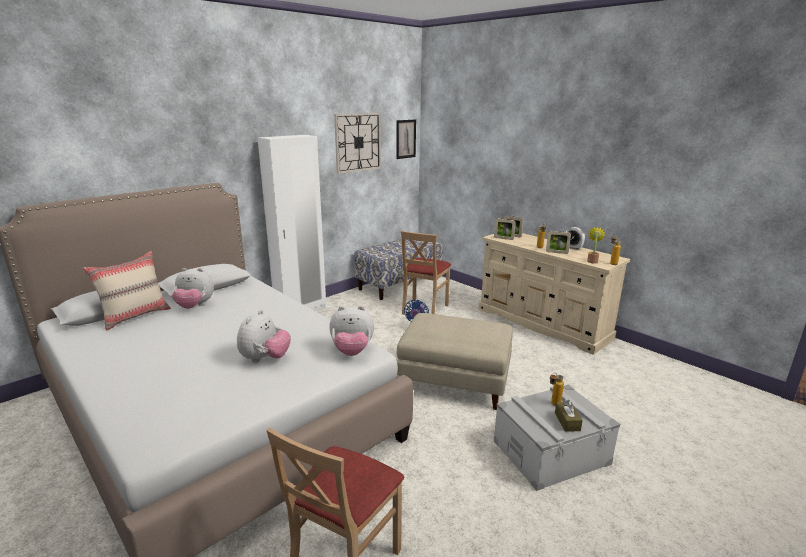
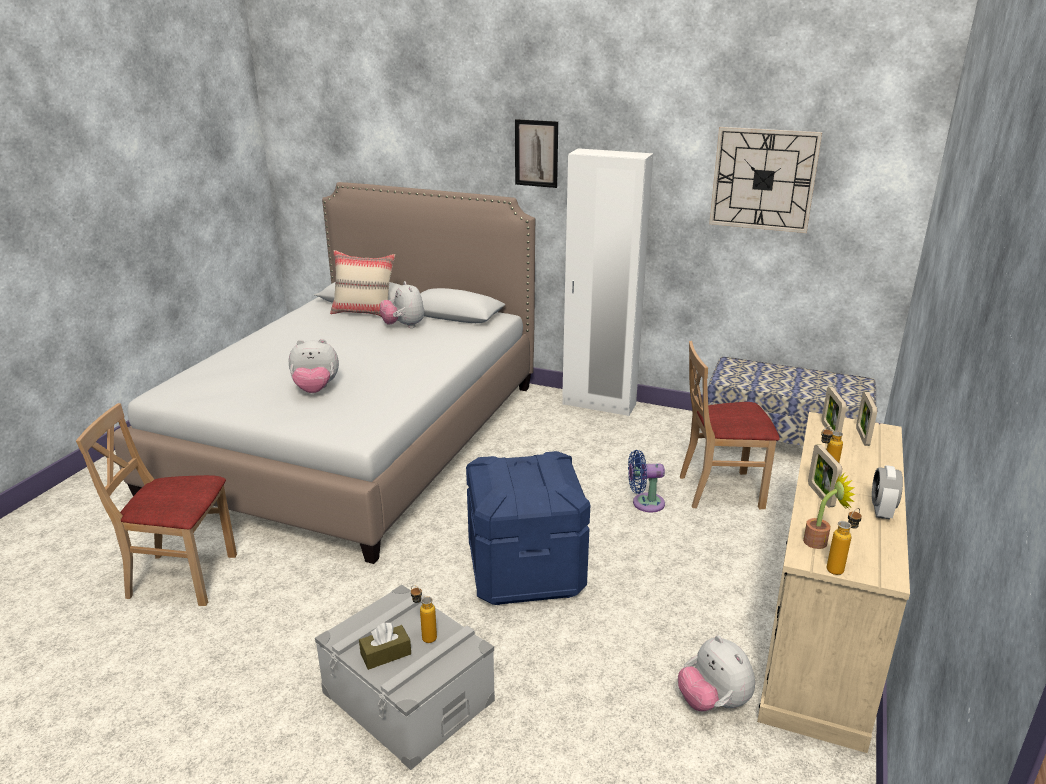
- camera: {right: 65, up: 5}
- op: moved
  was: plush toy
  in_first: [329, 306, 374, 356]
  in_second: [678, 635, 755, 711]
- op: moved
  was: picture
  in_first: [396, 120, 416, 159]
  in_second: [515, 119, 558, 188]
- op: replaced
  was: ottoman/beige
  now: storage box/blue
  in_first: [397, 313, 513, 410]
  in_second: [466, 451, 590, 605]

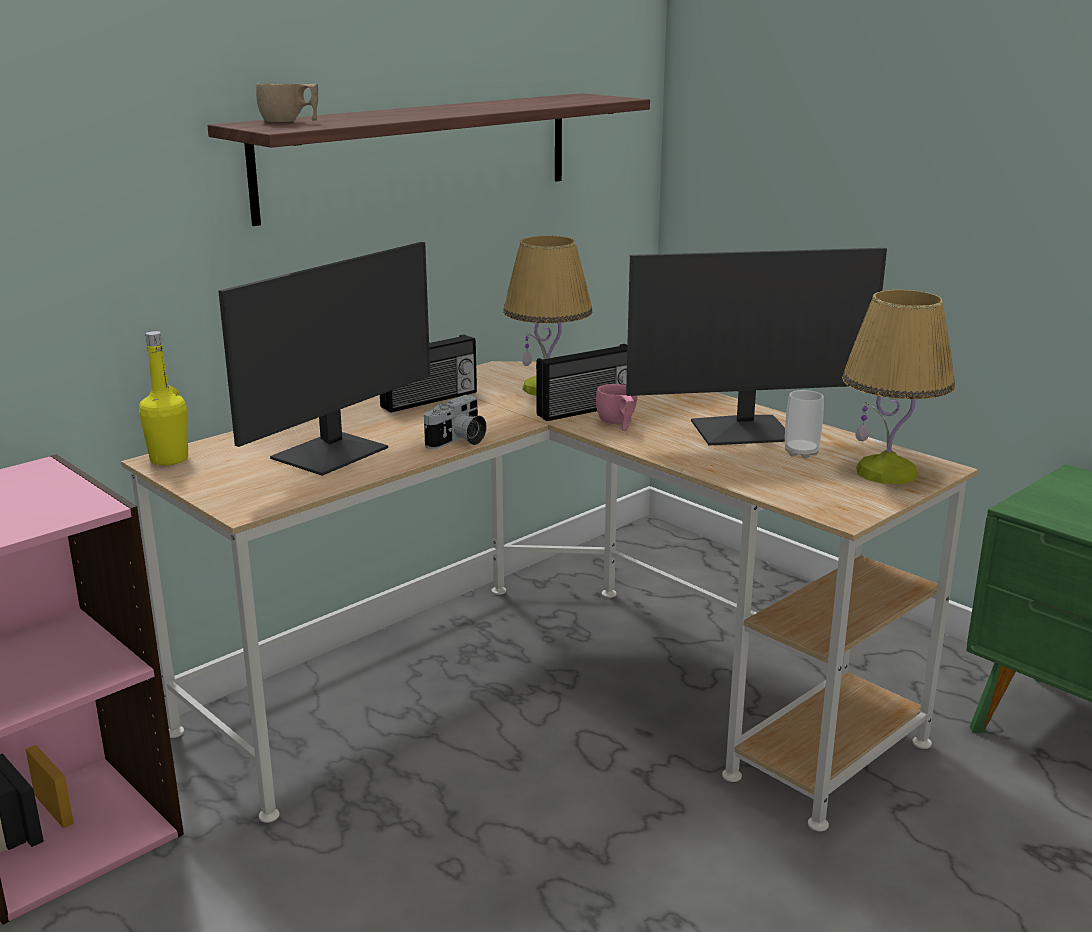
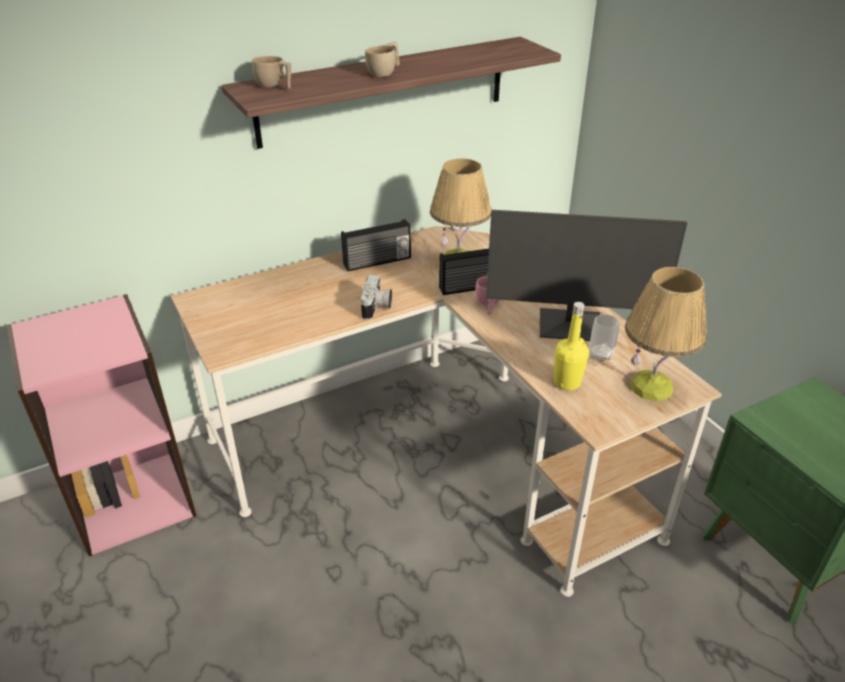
- camera: {right: 15, up: 15}
- op: removed
  was: monitor
  in_first: [218, 242, 430, 476]
- op: added
  now: cup/beige
  in_second: [365, 42, 400, 77]
- op: moved
  was: bottle/yellow
  in_first: [139, 331, 188, 465]
  in_second: [554, 302, 589, 391]
- op: turned
  was: photo camera
  in_first: [424, 395, 487, 449]
  in_second: [361, 274, 392, 320]
  clockwise: -45

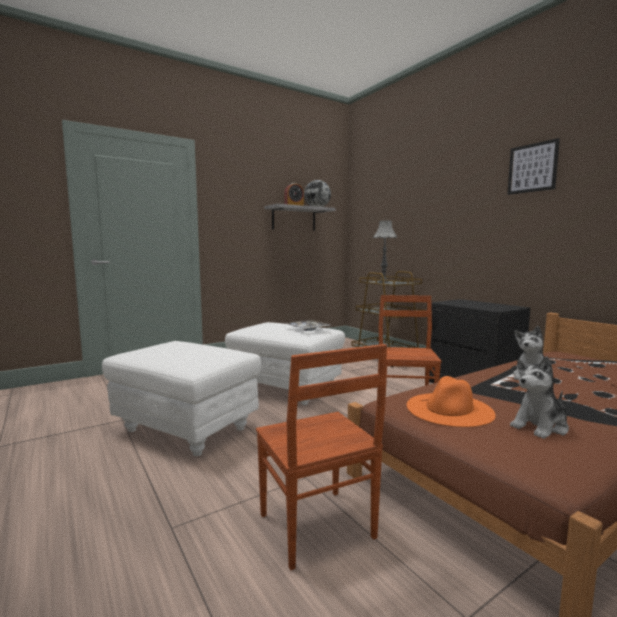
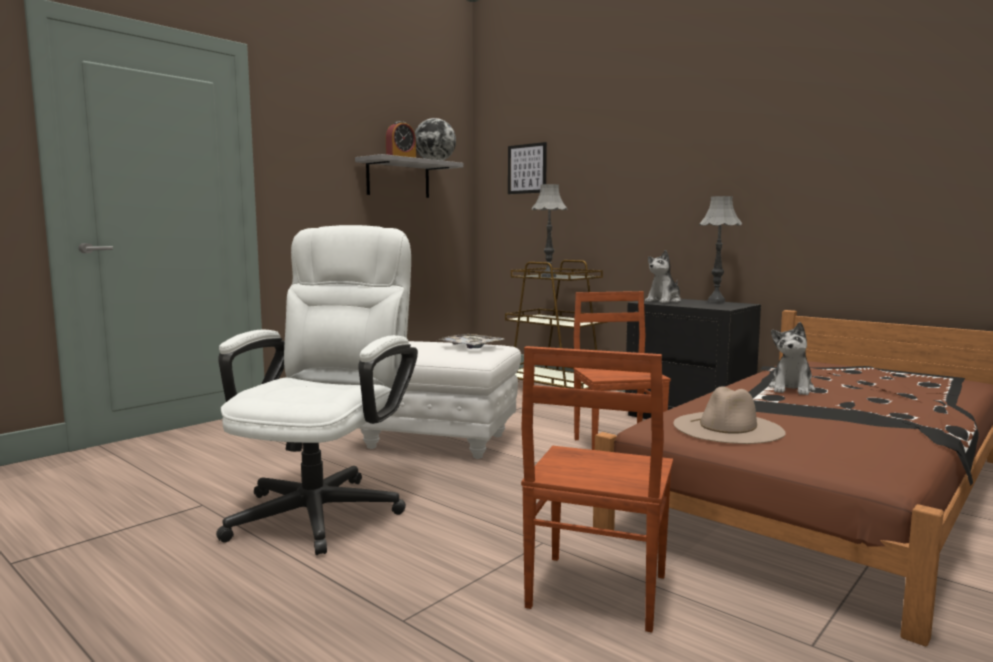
- camera: {right: -15, up: 0}
- op: added
  now: table lamp/grey
  in_second: [699, 196, 742, 303]
- op: moved
  was: picture
  in_first: [507, 138, 560, 195]
  in_second: [508, 142, 547, 194]
- op: moved
  was: plush toy
  in_first: [510, 356, 569, 439]
  in_second: [645, 250, 681, 303]
- op: replaced
  was: ottoman/white
  now: office chair/white
  in_first: [102, 341, 261, 456]
  in_second: [216, 225, 418, 555]
- op: recoloured
  was: hat/orange
  now: hat/beige
  in_first: [407, 376, 495, 427]
  in_second: [673, 386, 786, 444]
- op: turned
  was: chair/brown
  in_first: [256, 344, 387, 570]
  in_second: [521, 346, 673, 633]
  clockwise: 60

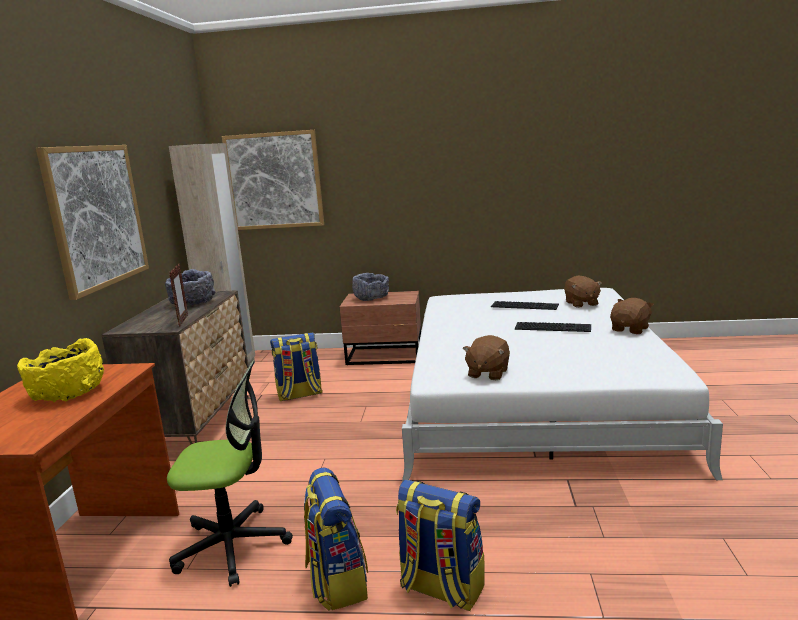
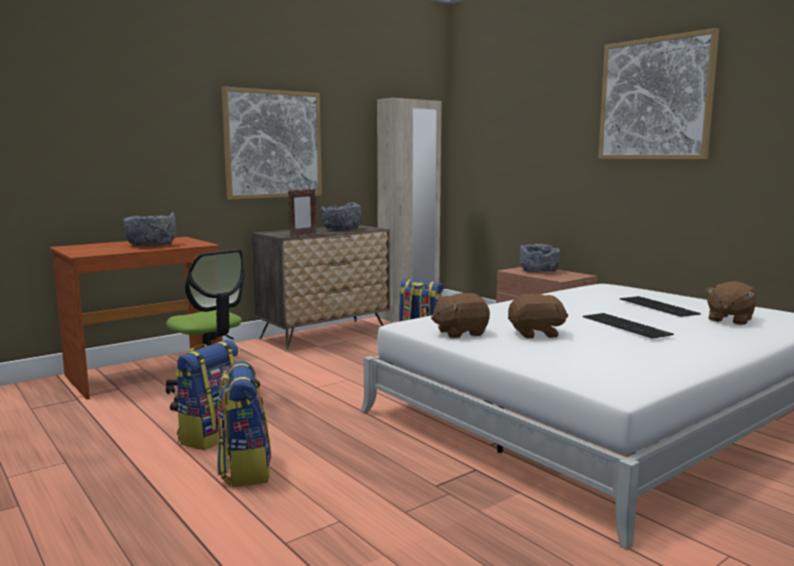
- camera: {right: 45, up: -5}
- op: moved
  was: picture
  in_first: [222, 130, 324, 230]
  in_second: [598, 28, 719, 159]
- op: moved
  was: plush toy/brown
  in_first: [610, 298, 654, 334]
  in_second: [508, 294, 568, 338]
- op: recoloured
  was: bowl/yellow
  now: bowl/grey
  in_first: [17, 338, 104, 402]
  in_second: [123, 212, 176, 246]

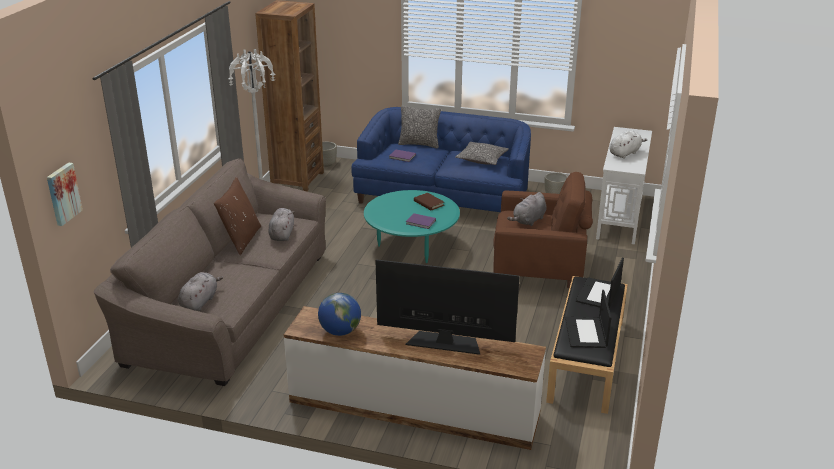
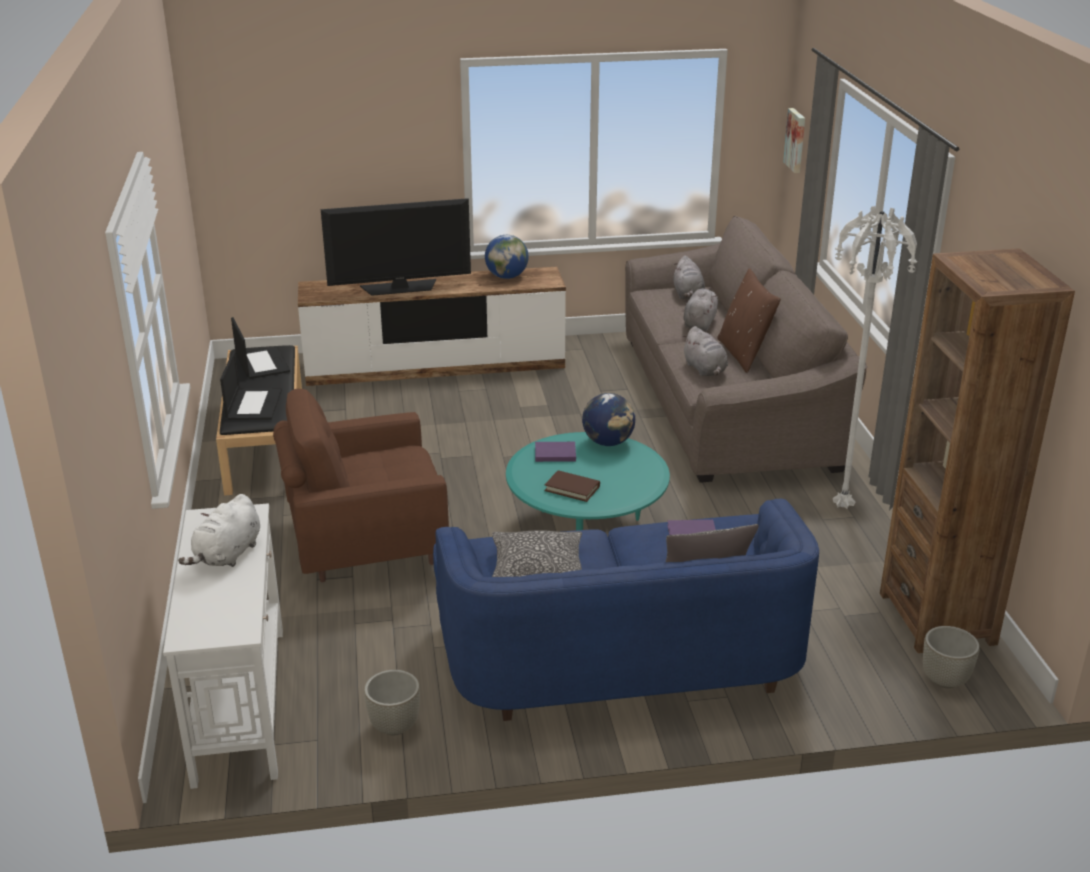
- camera: {right: 155, up: 0}
- op: added
  now: globe
  in_second: [582, 393, 635, 446]
- op: moved
  was: plush toy/grey
  in_first: [507, 192, 546, 226]
  in_second: [683, 289, 718, 331]

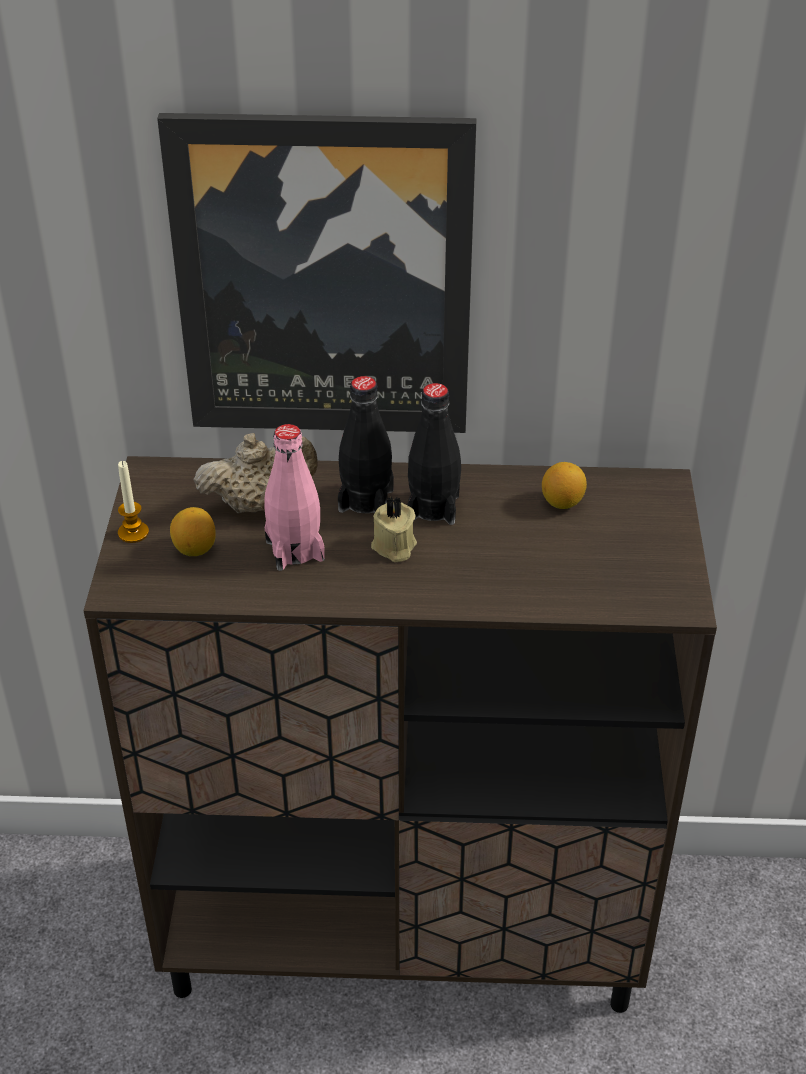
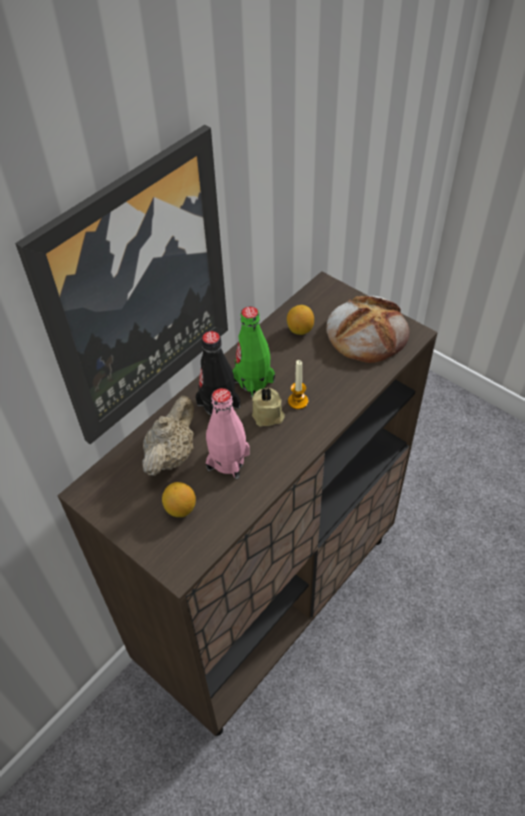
- camera: {right: -50, up: 10}
- op: added
  now: bread
  in_second: [326, 296, 409, 363]
- op: moved
  was: candle
  in_first: [118, 461, 149, 543]
  in_second: [288, 360, 308, 409]
- op: recoloured
  was: bottle/black
  now: bottle/green
  in_first: [407, 383, 461, 525]
  in_second: [233, 306, 275, 398]

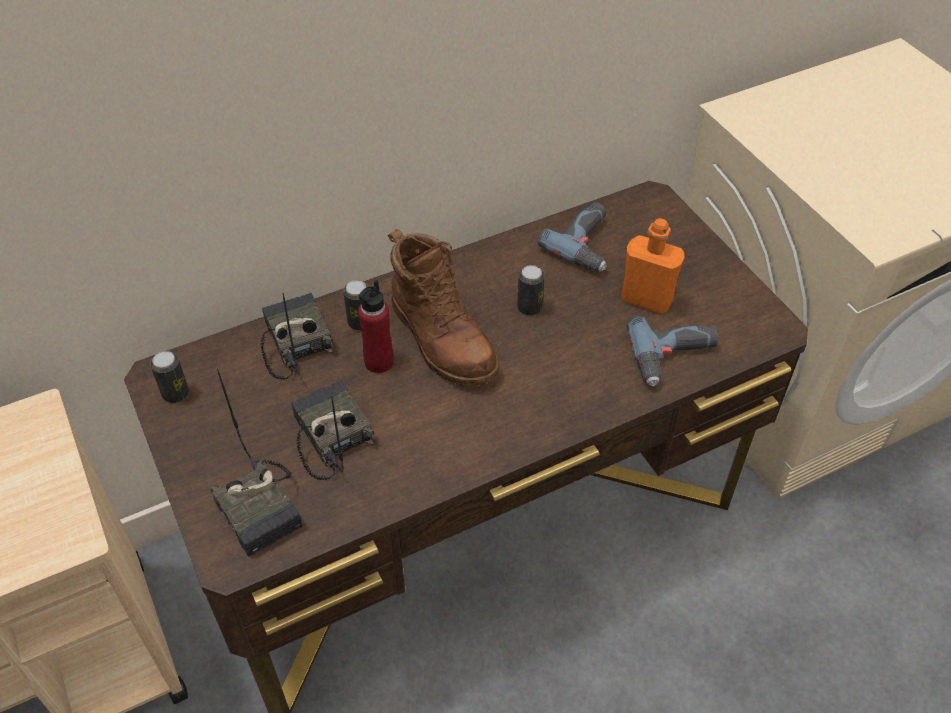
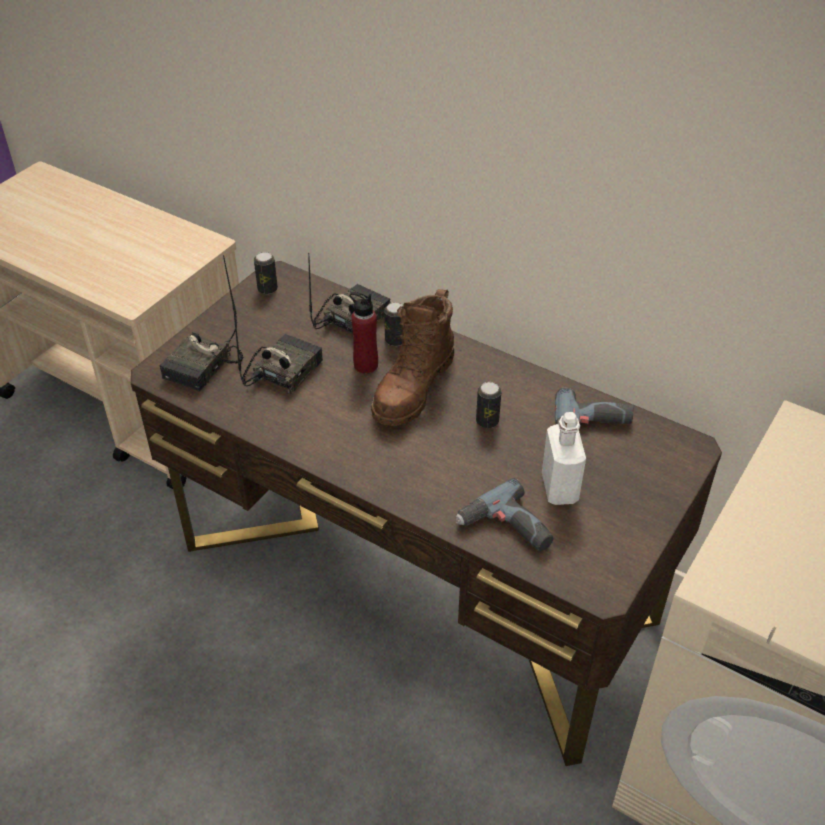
- camera: {right: 60, up: -5}
- op: recoloured
  was: bottle/orange
  now: bottle/white
  in_first: [621, 218, 685, 314]
  in_second: [542, 412, 586, 505]

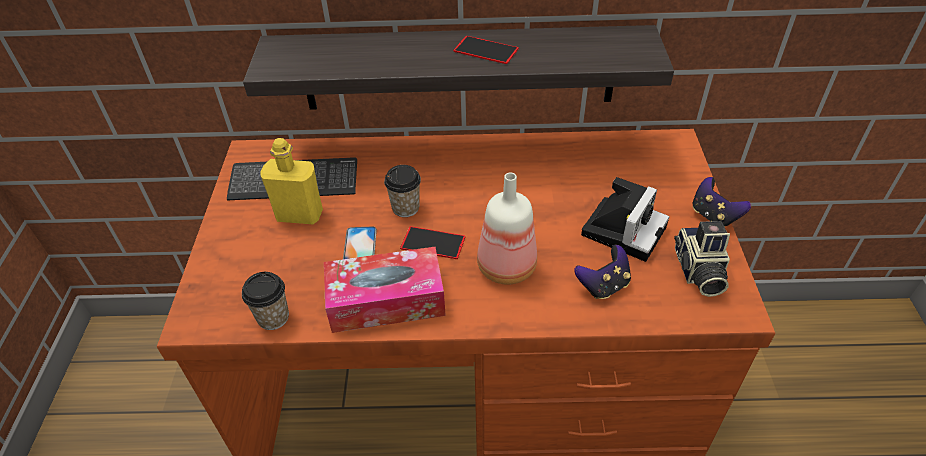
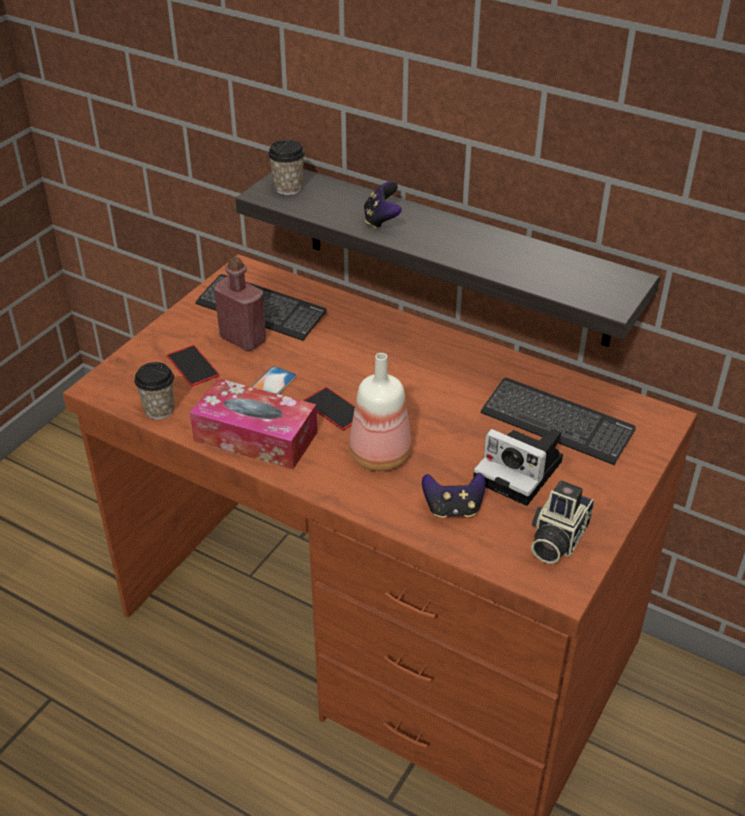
- camera: {right: 30, up: -5}
- op: added
  now: keyboard
  in_second: [480, 378, 636, 465]
- op: moved
  was: cup
  in_first: [384, 165, 421, 217]
  in_second: [268, 139, 305, 195]
- op: moved
  was: phone
  in_first: [453, 36, 519, 64]
  in_second: [167, 345, 220, 386]
- op: moved
  was: game controller
  in_first: [693, 177, 751, 227]
  in_second: [364, 181, 402, 229]
- op: recoloured
  was: bottle/yellow
  now: bottle/red
  in_first: [260, 138, 323, 224]
  in_second: [214, 257, 266, 351]
- op: turned
  was: photo camera
  in_first: [581, 177, 669, 262]
  in_second: [473, 429, 563, 506]
  clockwise: 60

